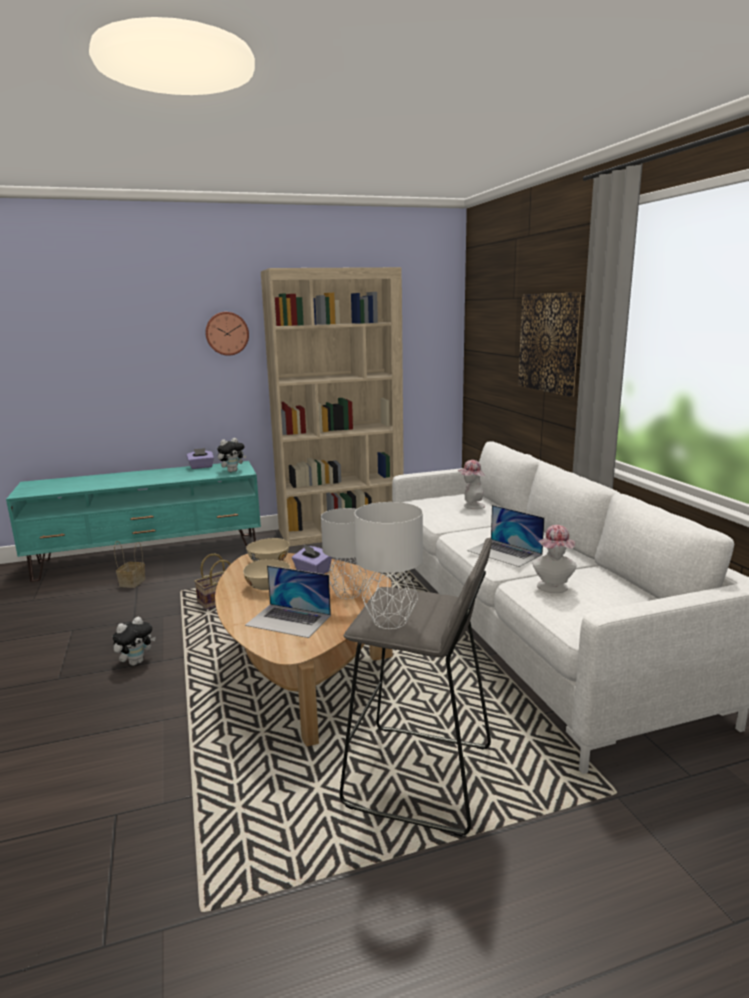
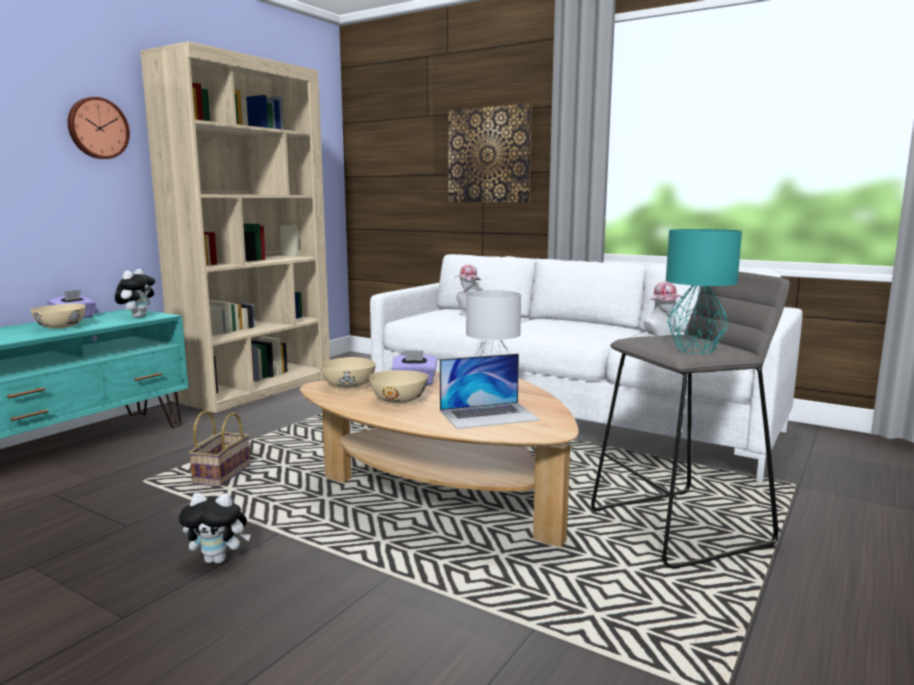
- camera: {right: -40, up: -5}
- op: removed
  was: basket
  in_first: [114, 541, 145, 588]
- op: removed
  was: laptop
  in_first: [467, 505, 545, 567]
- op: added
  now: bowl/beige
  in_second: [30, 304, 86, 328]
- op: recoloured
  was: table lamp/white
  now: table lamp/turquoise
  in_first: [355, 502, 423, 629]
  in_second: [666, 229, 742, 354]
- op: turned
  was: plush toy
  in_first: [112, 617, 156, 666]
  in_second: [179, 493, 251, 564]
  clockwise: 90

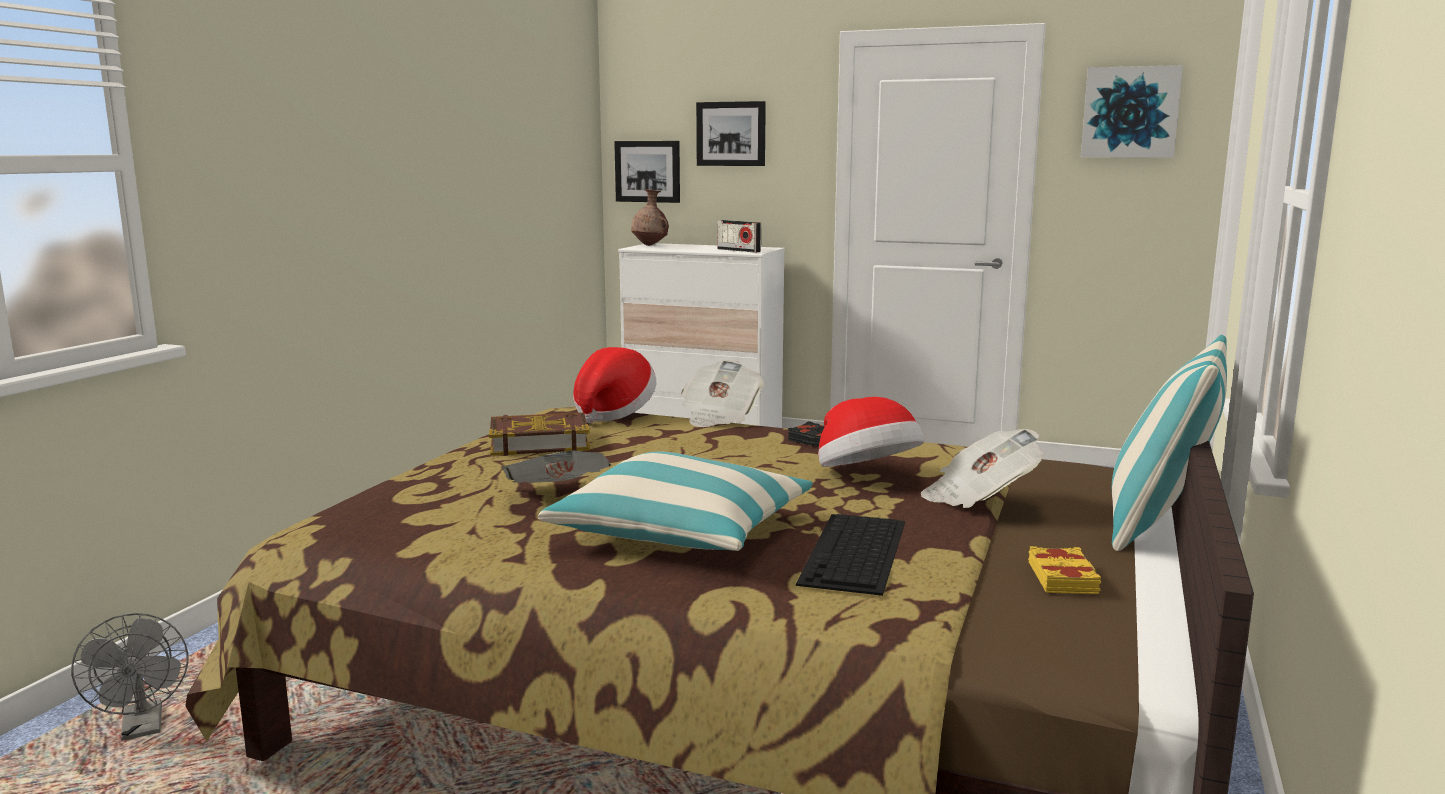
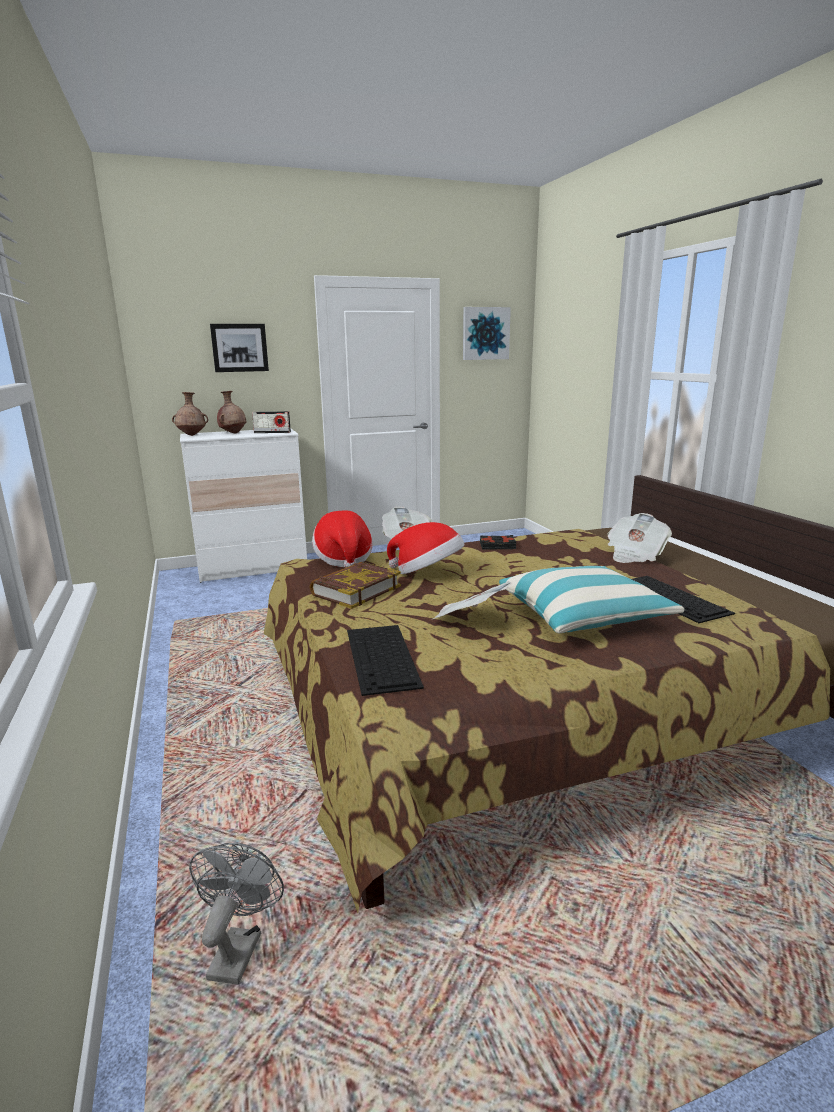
- camera: {right: -40, up: 5}
- op: removed
  was: picture
  in_first: [614, 141, 680, 203]
- op: removed
  was: book/yellow
  in_first: [1028, 546, 1101, 594]
- op: removed
  was: pillow
  in_first: [1112, 335, 1227, 551]
- op: added
  now: vase/brown
  in_second: [217, 391, 246, 434]
- op: added
  now: keyboard
  in_second: [347, 625, 424, 696]
- op: moved
  was: hat
  in_first: [818, 397, 924, 467]
  in_second: [387, 522, 464, 574]
- op: turned
  was: fan/grey
  in_first: [71, 613, 188, 741]
  in_second: [189, 842, 284, 985]
  clockwise: -105

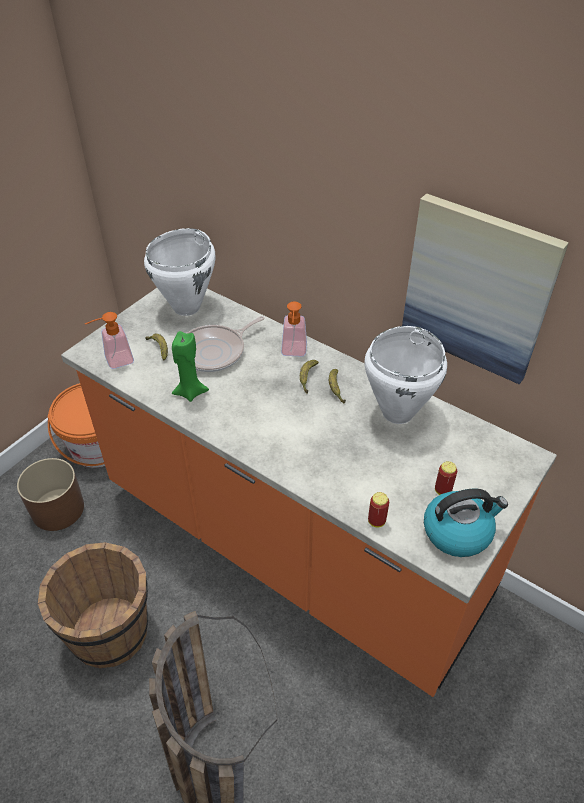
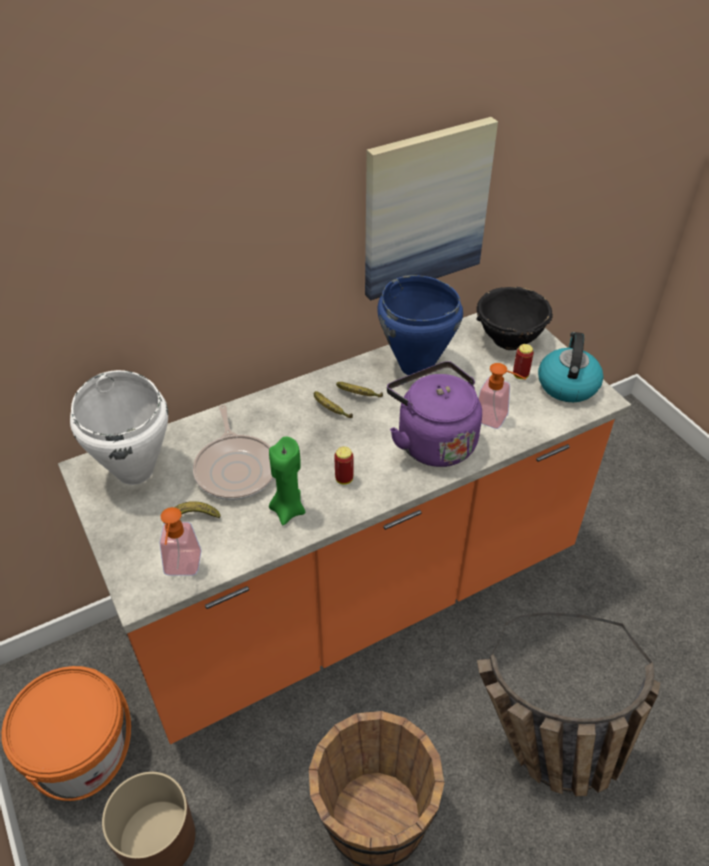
- camera: {right: -65, up: 0}
- op: added
  now: kettle/purple
  in_second: [387, 361, 482, 467]
- op: added
  now: bowl/black
  in_second: [476, 287, 553, 350]
- op: moved
  was: soap dispenser
  in_first: [281, 301, 307, 356]
  in_second: [478, 363, 527, 429]
- op: moved
  was: can
  in_first: [368, 492, 389, 527]
  in_second: [334, 446, 353, 485]
- op: recoloured
  was: cooking pot/white
  now: cooking pot/blue
  in_first: [364, 326, 447, 424]
  in_second: [377, 275, 463, 375]

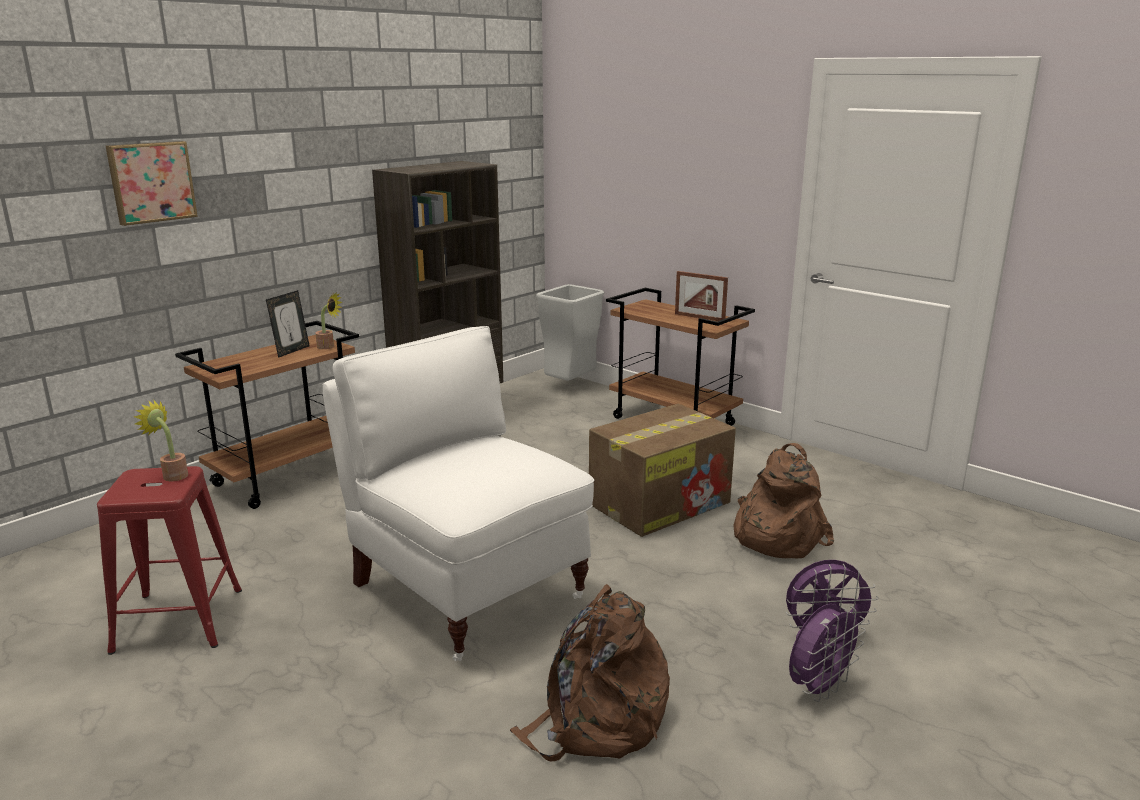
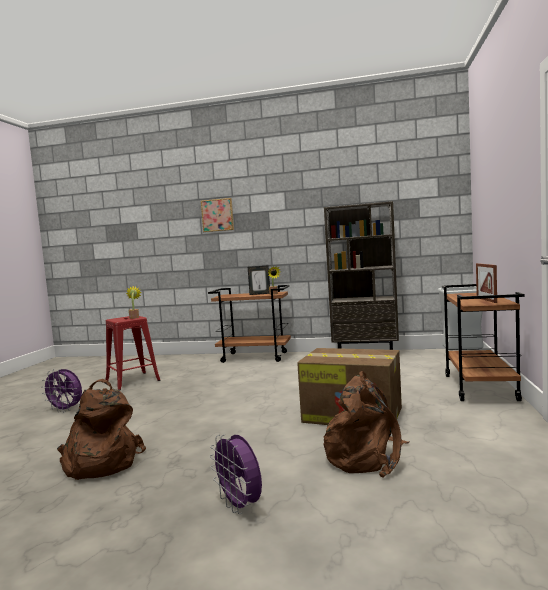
- camera: {right: 60, up: -15}
- op: removed
  was: chair/white
  in_first: [323, 326, 594, 661]
- op: moved
  was: fan/purple
  in_first: [789, 604, 866, 702]
  in_second: [42, 369, 82, 413]

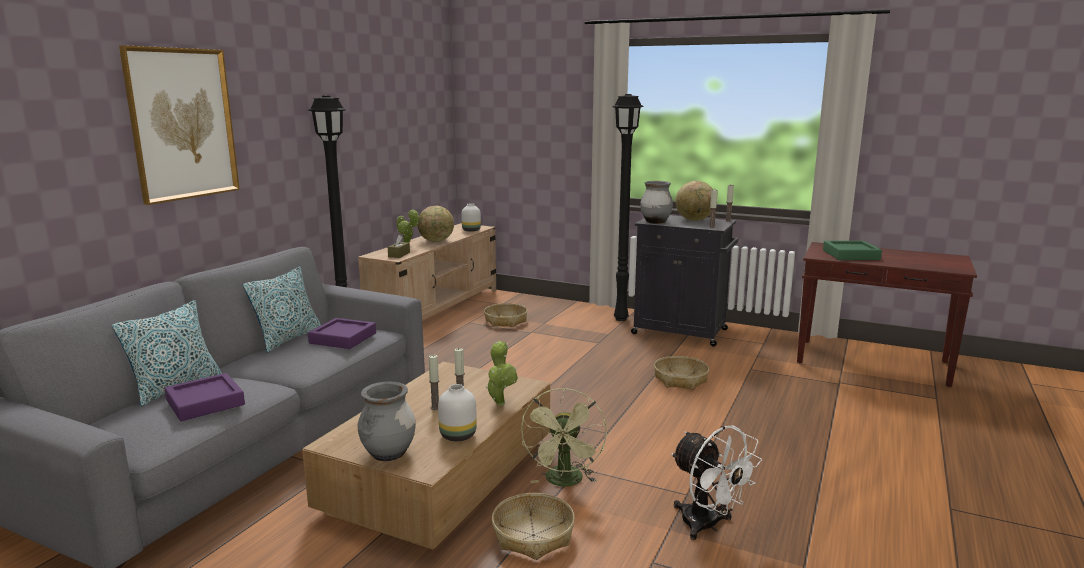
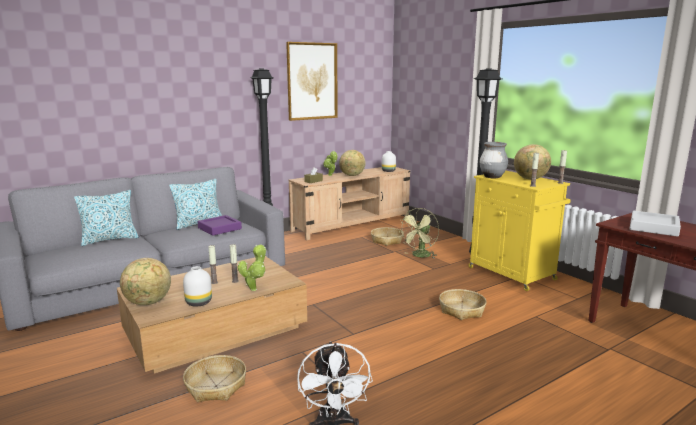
- camera: {right: 30, up: 0}
- op: removed
  was: tray/purple
  in_first: [165, 373, 245, 421]
- op: moved
  was: picture
  in_first: [119, 45, 240, 205]
  in_second: [286, 42, 338, 121]
- op: moved
  was: fan/green
  in_first: [521, 388, 607, 487]
  in_second: [398, 208, 439, 259]
- op: replaced
  was: vase/grey
  now: globe
  in_first: [358, 382, 416, 461]
  in_second: [120, 258, 171, 305]
- op: recoloured
  was: cabinet/black
  now: cabinet/yellow
  in_first: [631, 215, 738, 346]
  in_second: [468, 171, 571, 291]
- op: recoloured
  was: tray/green
  now: tray/grey
  in_first: [823, 241, 882, 260]
  in_second: [629, 211, 681, 237]

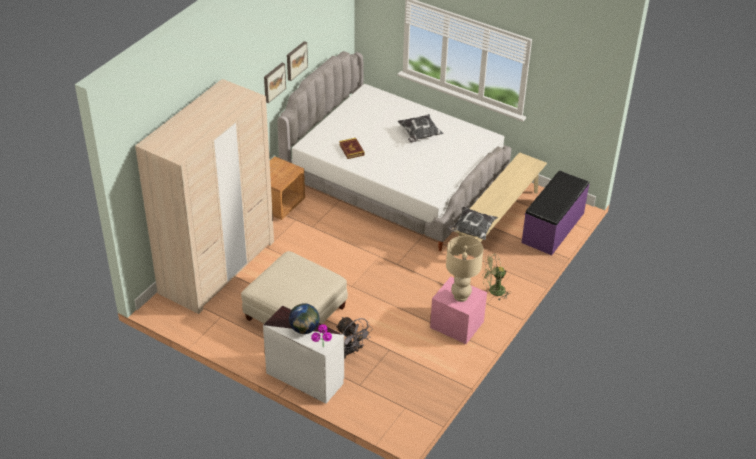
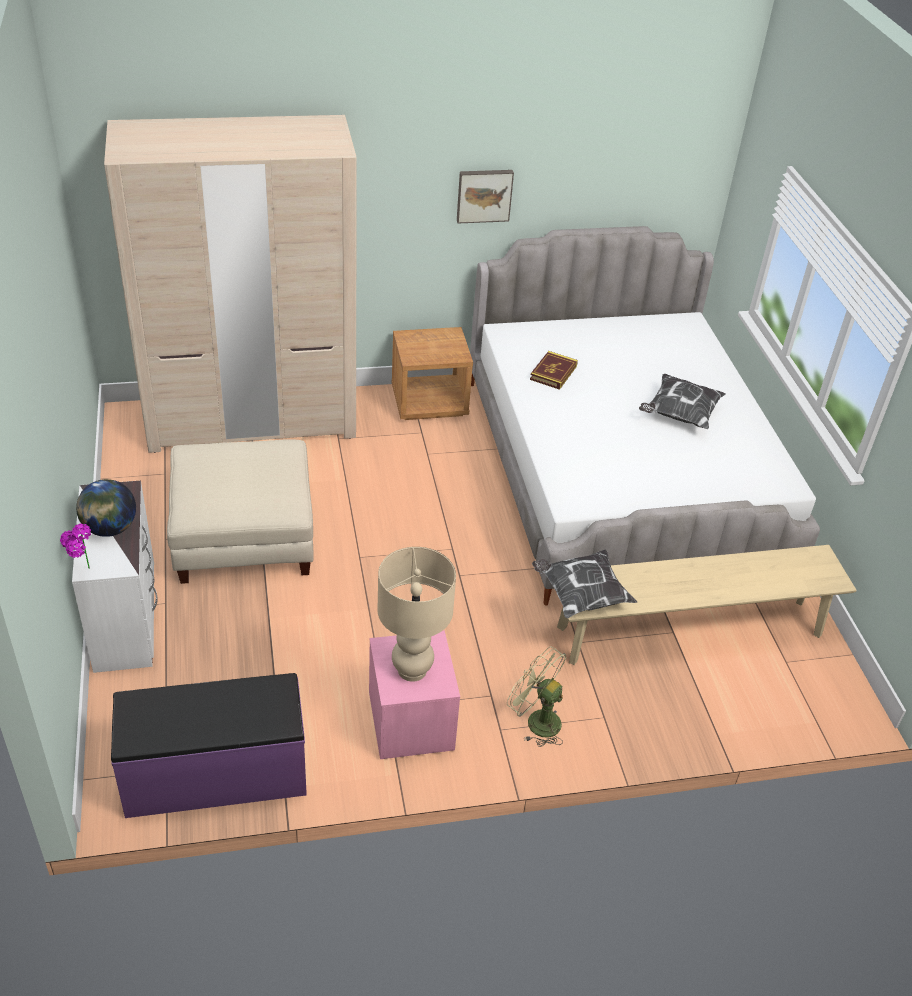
- camera: {right: 45, up: 0}
- op: removed
  was: picture
  in_first: [287, 41, 308, 81]
- op: removed
  was: fan/grey
  in_first: [336, 317, 373, 359]
- op: moved
  was: bench/purple
  in_first: [521, 171, 589, 255]
  in_second: [111, 673, 307, 818]

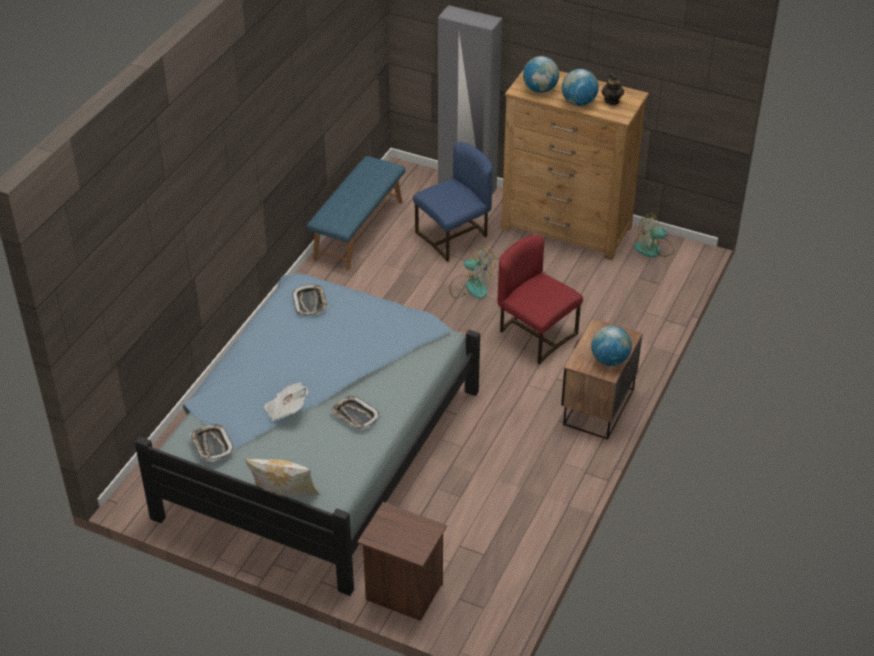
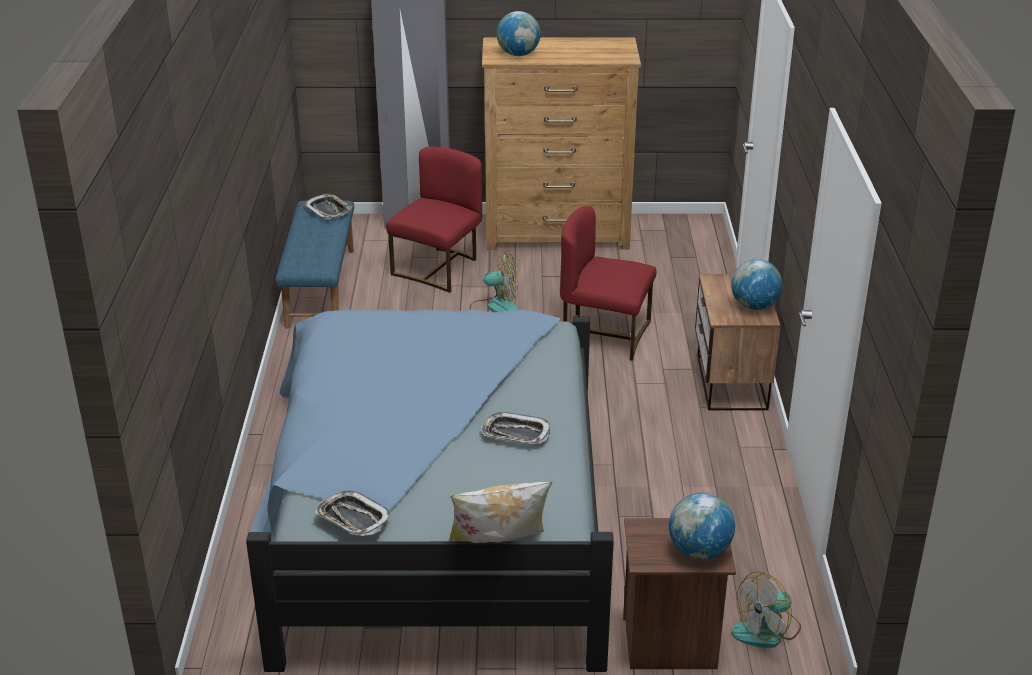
- camera: {right: -25, up: -10}
- op: removed
  was: newspaper
  in_first: [264, 382, 308, 421]
- op: removed
  was: teapot
  in_first: [602, 73, 624, 105]
- op: moved
  was: tray
  in_first: [292, 284, 328, 316]
  in_second: [304, 194, 352, 220]
- op: moved
  was: globe
  in_first: [562, 69, 599, 106]
  in_second: [669, 493, 735, 559]
- op: moved
  was: fan
  in_first: [634, 213, 674, 258]
  in_second: [731, 571, 801, 648]
- op: recoloured
  was: chair/blue
  now: chair/red
  in_first: [413, 142, 493, 262]
  in_second: [386, 147, 482, 293]

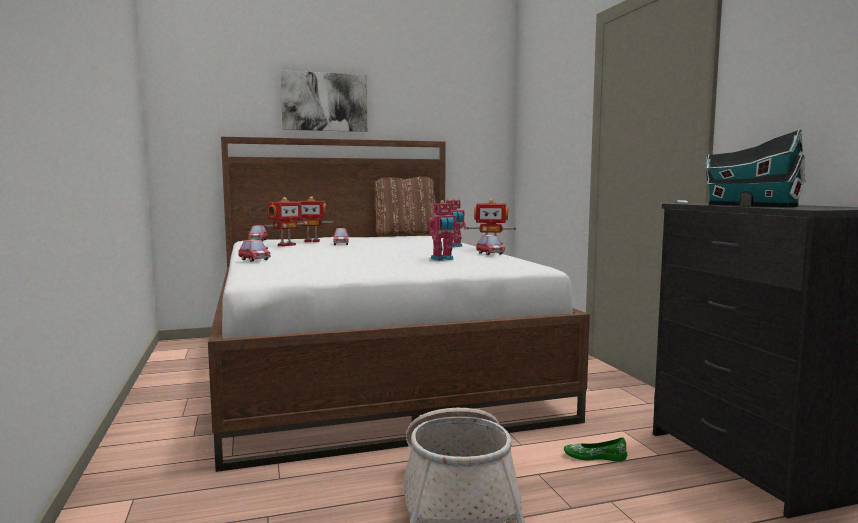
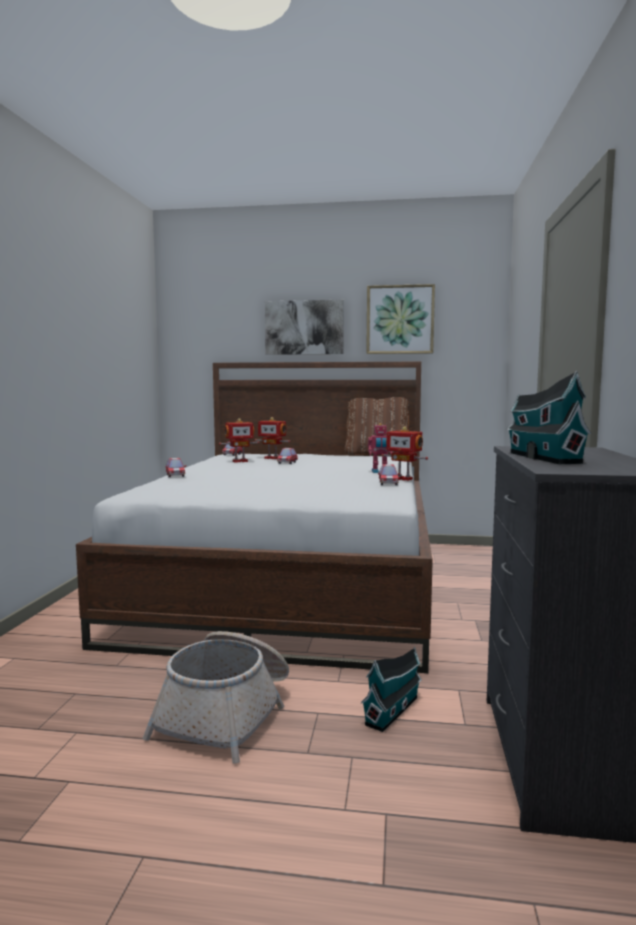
- camera: {right: 25, up: 0}
- op: removed
  was: toy robot
  in_first: [427, 200, 458, 261]
- op: added
  now: picture
  in_second: [366, 284, 435, 354]
- op: replaced
  was: shoe/green
  now: toy house
  in_first: [564, 437, 627, 461]
  in_second: [361, 647, 422, 732]

